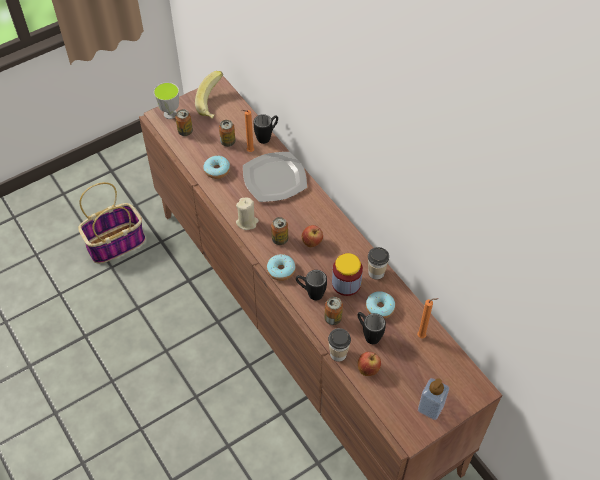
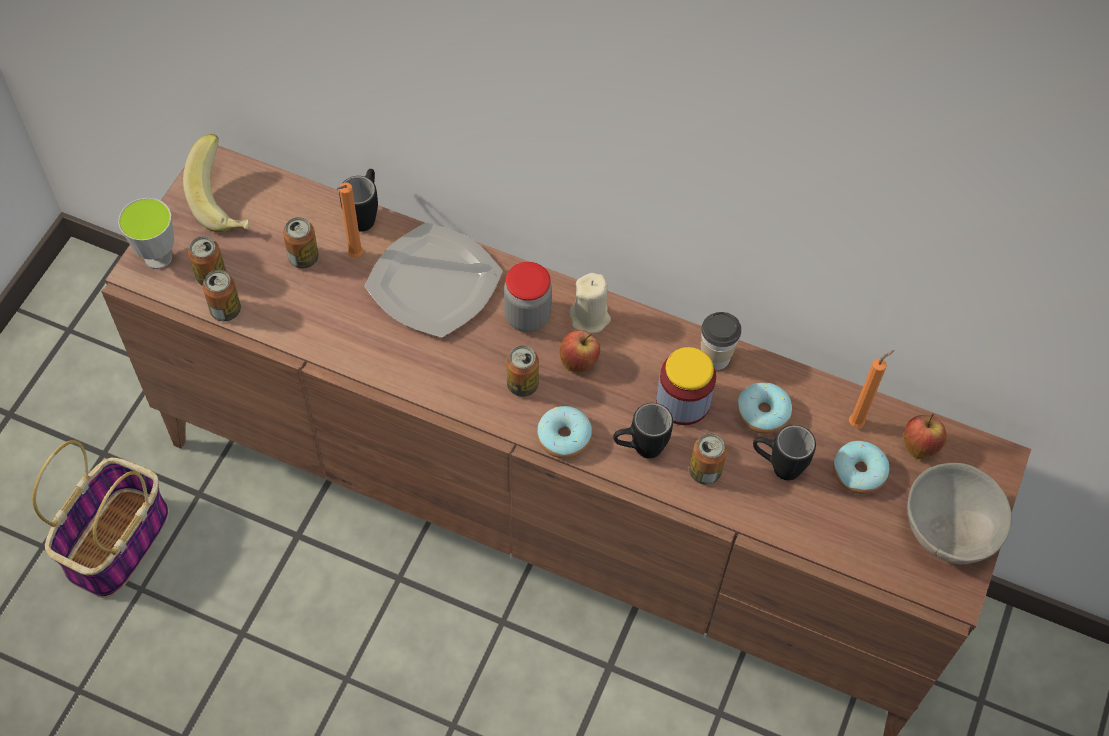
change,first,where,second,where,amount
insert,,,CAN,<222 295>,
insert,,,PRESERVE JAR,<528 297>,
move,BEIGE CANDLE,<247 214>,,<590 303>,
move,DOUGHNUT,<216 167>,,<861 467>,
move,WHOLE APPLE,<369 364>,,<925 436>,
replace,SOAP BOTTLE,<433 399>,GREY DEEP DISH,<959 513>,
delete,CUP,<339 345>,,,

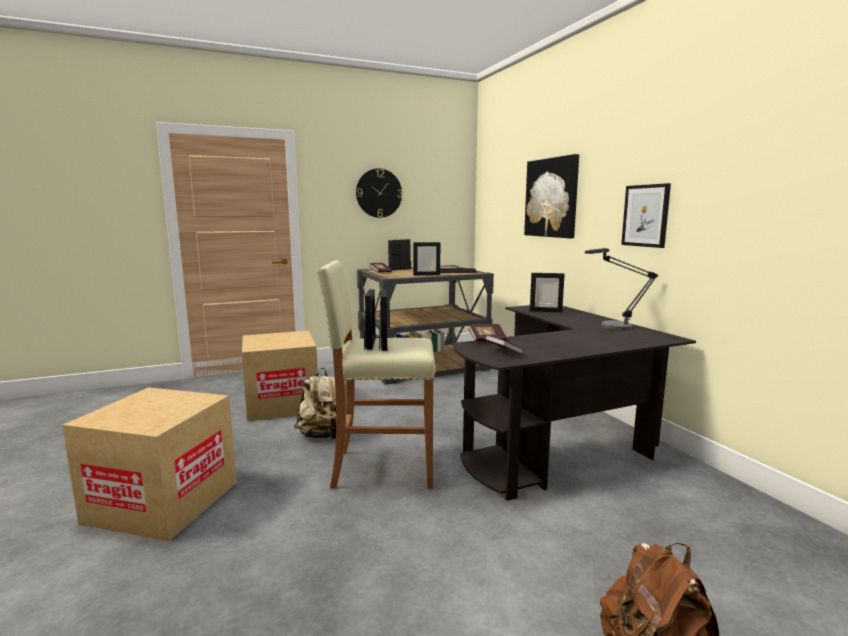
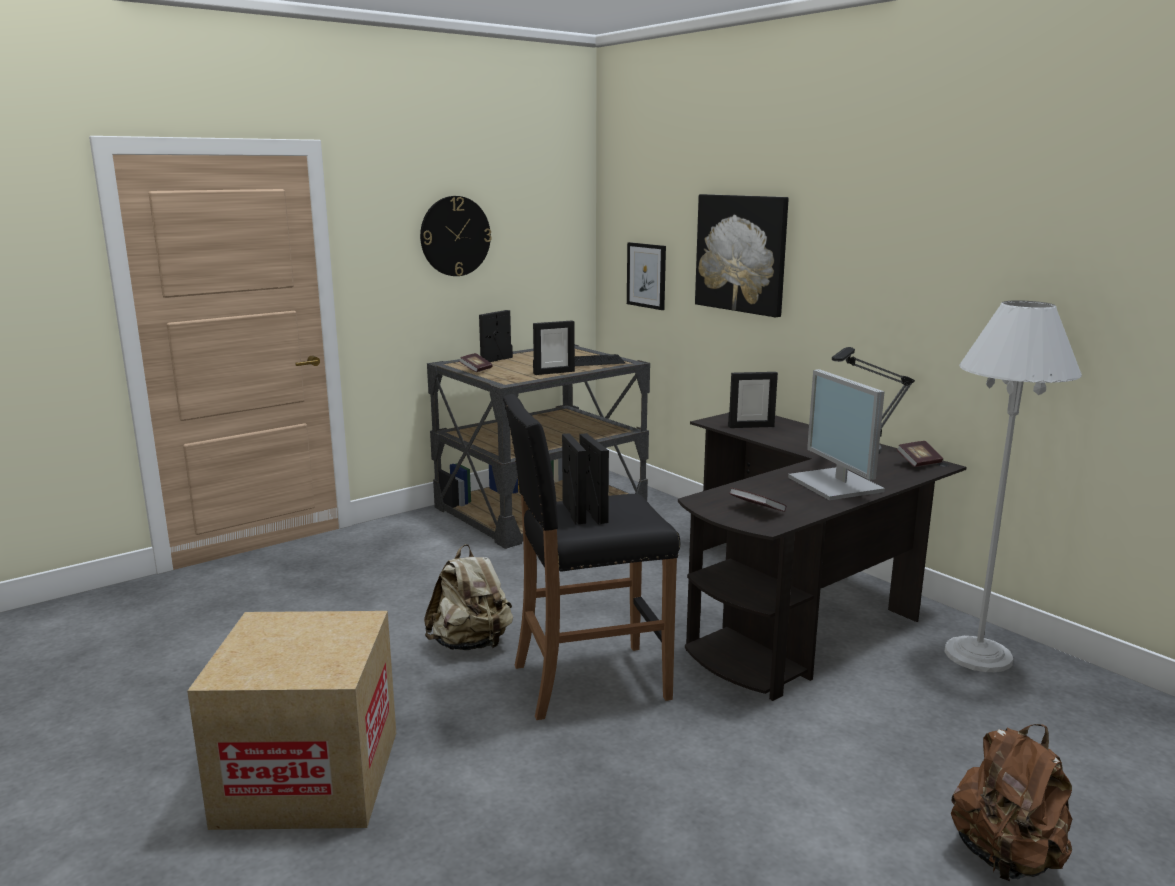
change,first,where,second,where,amount
recolor,BEIGE STOOL SEAT,<376 374>,BLACK-COLOURED STOOL SEAT,<591 557>,
move,WALL ART,<646 215>,,<646 276>,
insert,,,COMPUTER DISPLAY,<836 434>,
move,BOUND BOOK,<487 333>,,<919 454>,
insert,,,WHITISH STANDING LAMP,<1013 486>,
delete,PACKING BOX,<280 376>,,,

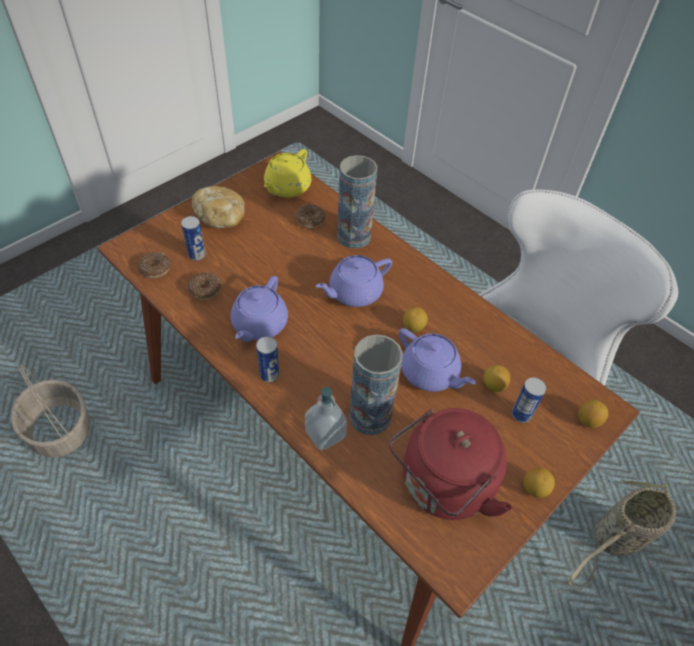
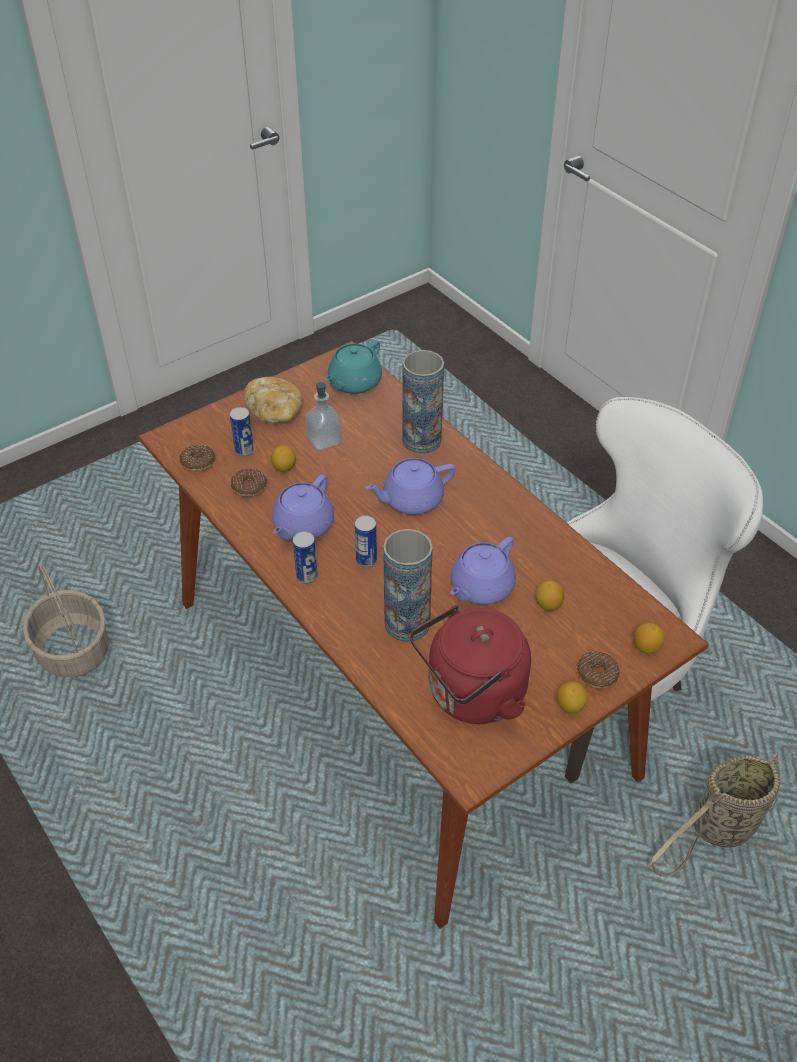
change,first,where,second,where,amount
move,WHOLE LEMON,<415 319>,,<283 458>,
move,SOAP BOTTLE,<326 418>,,<323 416>,
recolor,YELLOW POT FOR TEA,<287 173>,TURQUOISE POT FOR TEA,<353 367>,
move,CAN,<529 400>,,<366 541>,
rotate,PURPLE POT FOR TEA,<437 360>,,<483 571>,75 degrees clockwise
move,DOUGHNUT,<310 216>,,<598 670>,

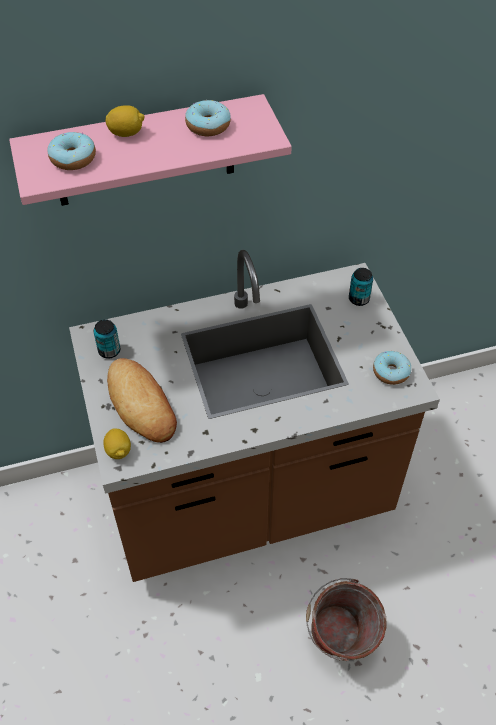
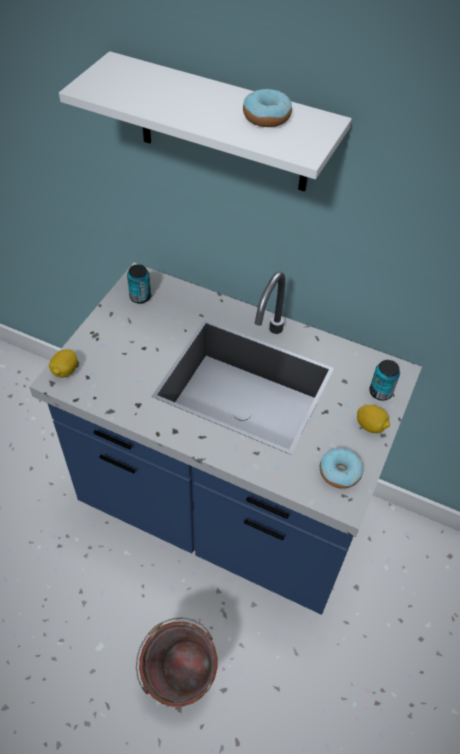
change,first,where,second,where,amount
recolor,BROWNISH KITCHEN BASE UNIT,<254 416>,BLUISH KITCHEN BASE UNIT,<225 439>,
recolor,PINKISH SHELF,<150 150>,WHITISH SHELF,<205 121>,
move,WHOLE LEMON,<125 121>,,<373 419>,
delete,DOUGHNUT,<71 151>,,,
delete,BAKERY BREAD,<142 400>,,,

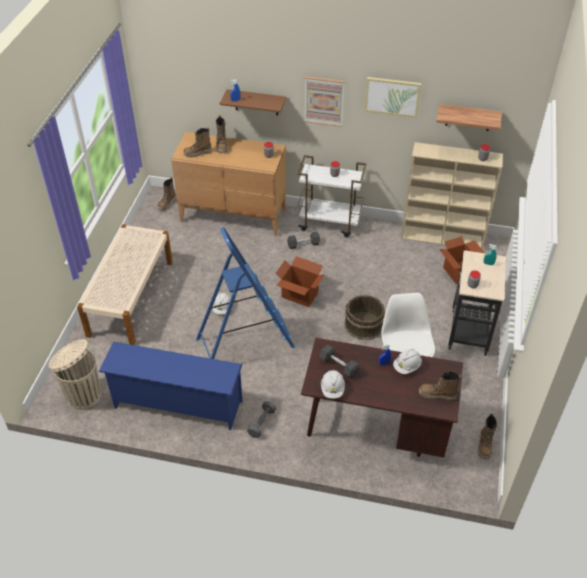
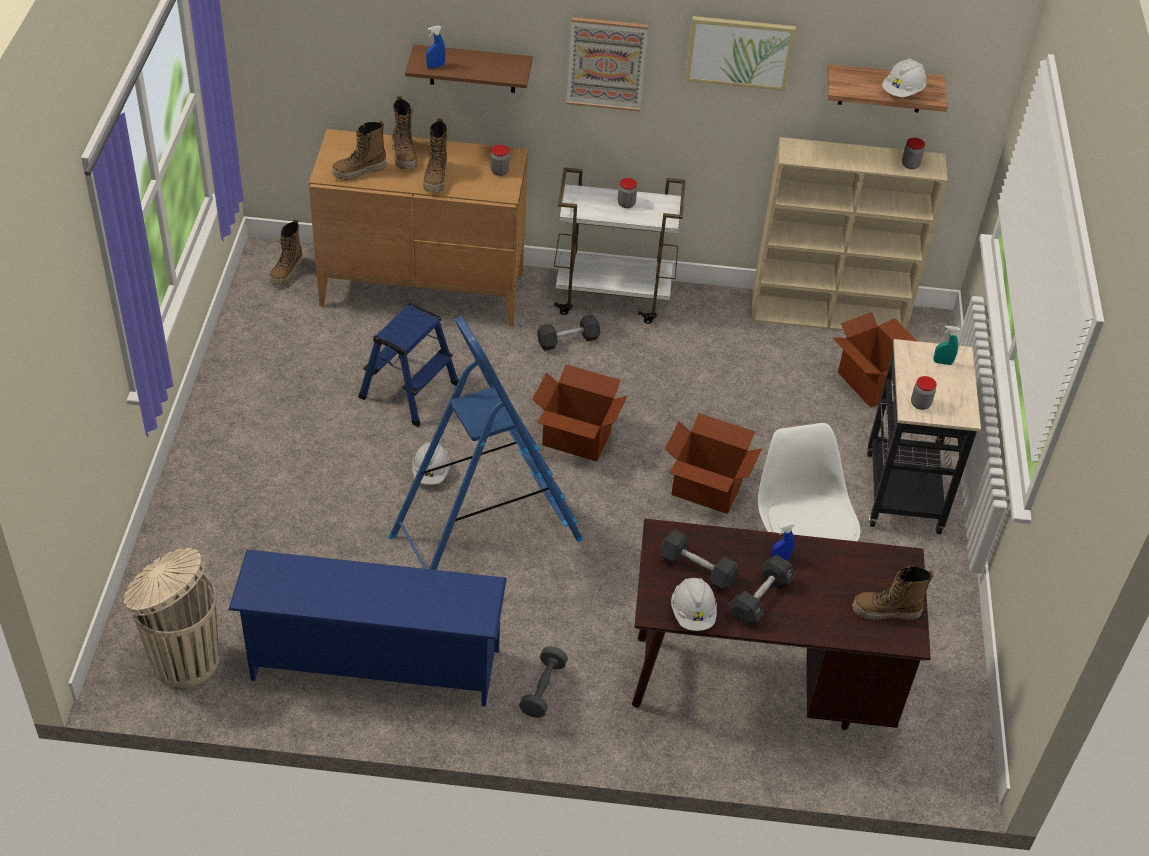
change,first,where,second,where,amount
insert,,,BLUISH STEP LADDER,<408 365>,
move,TALL BOOT,<488 436>,,<436 154>,
replace,BROWNISH BUCKET,<364 317>,PACKING BOX,<713 463>,
insert,,,BLACK-COLOURED FREE WEIGHT,<762 590>,
move,WHITISH SAFETY HELMET,<407 361>,,<904 78>,
delete,BEIGE BENCH,<125 284>,,,

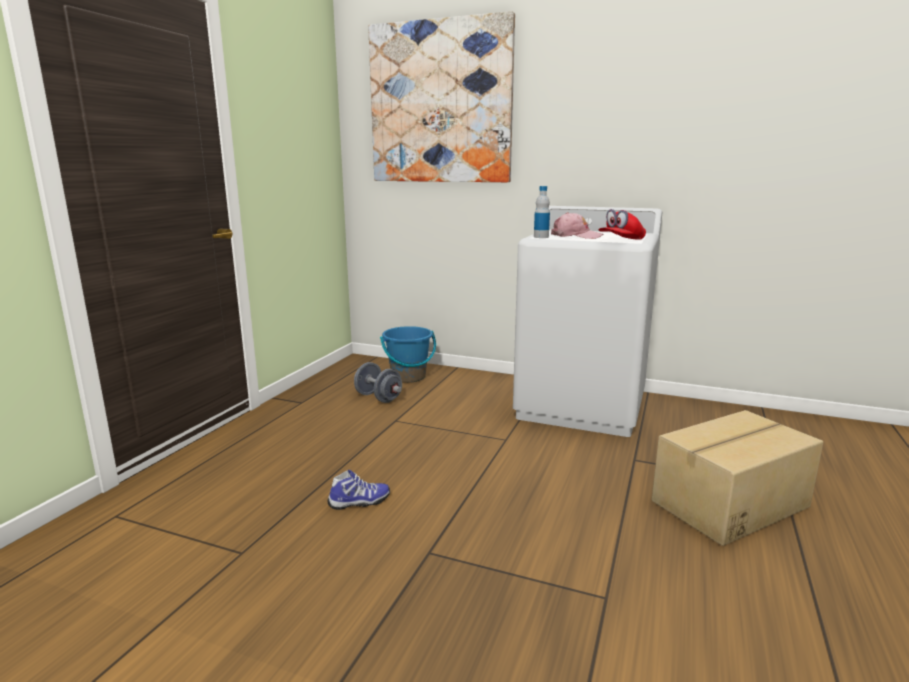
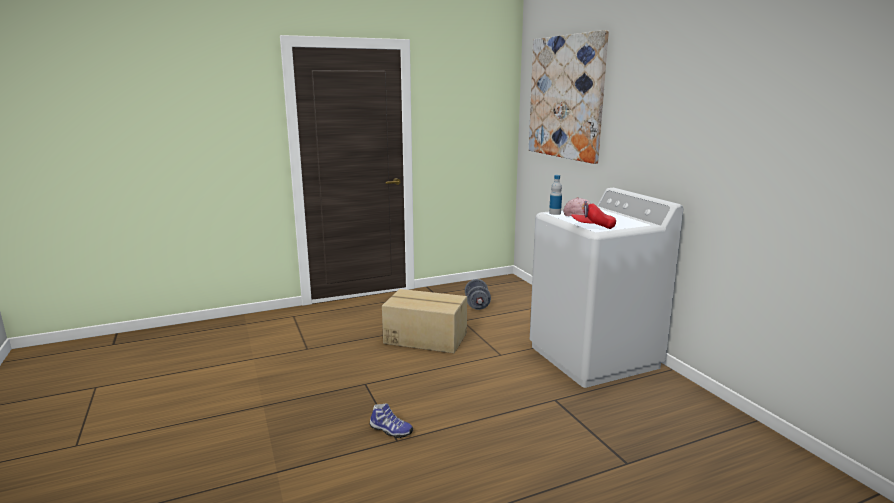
change,first,where,second,where,amount
move,SHOE,<358 490>,,<391 420>,
move,PACKING BOX,<737 478>,,<424 321>,
delete,BLUISH BUCKET,<408 354>,,,

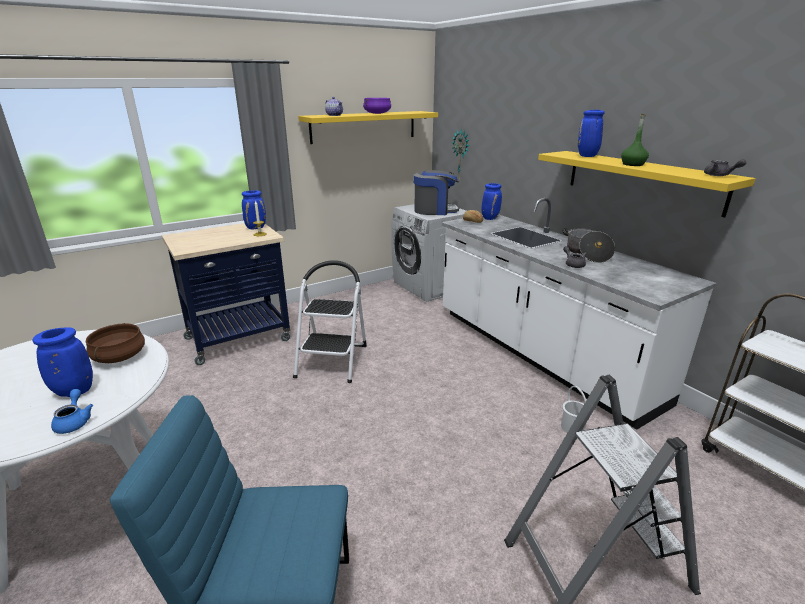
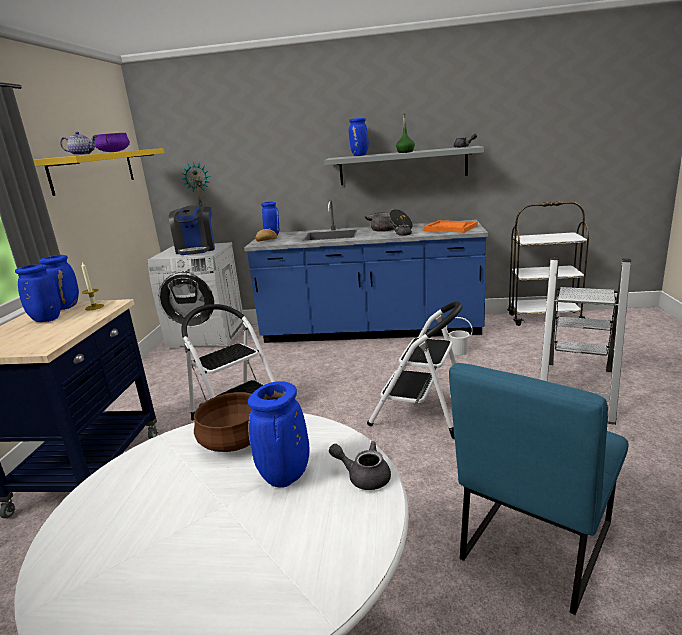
change,first,where,second,where,amount
insert,,,BLUISH FLOWER VASE,<38 293>,
rotate,COFFEE MAKER,<436 192>,,<192 230>,135 degrees clockwise
recolor,WHITISH KITCHEN BASE UNIT,<579 314>,BLUISH KITCHEN BASE UNIT,<366 271>,
recolor,YELLOW SHELF,<647 184>,GREY SHELF,<404 165>,
recolor,BLUISH POT FOR TEA,<72 411>,GREY POT FOR TEA,<360 465>,
insert,,,STEP LADDER,<415 370>,
insert,,,ORANGE-COLOURED SERVING TRAY,<451 226>,

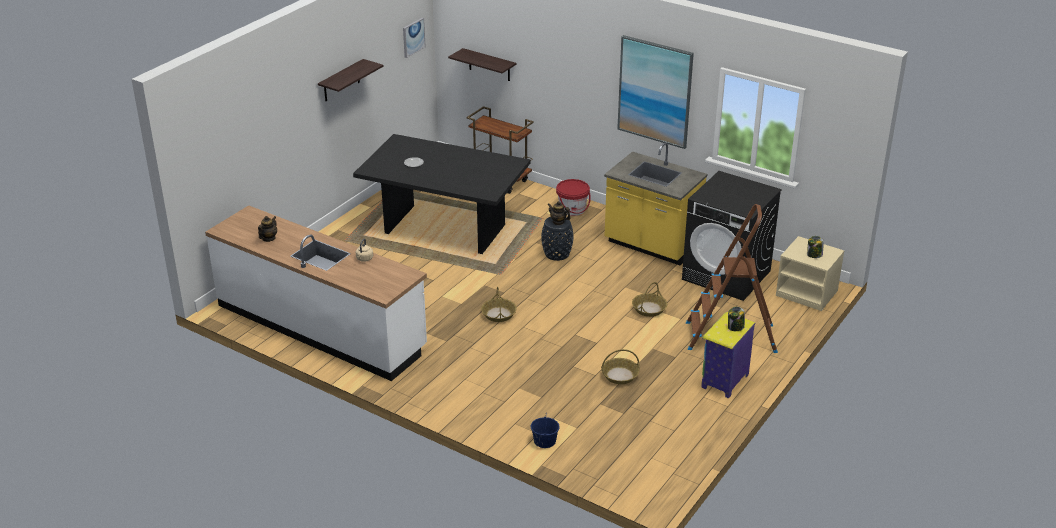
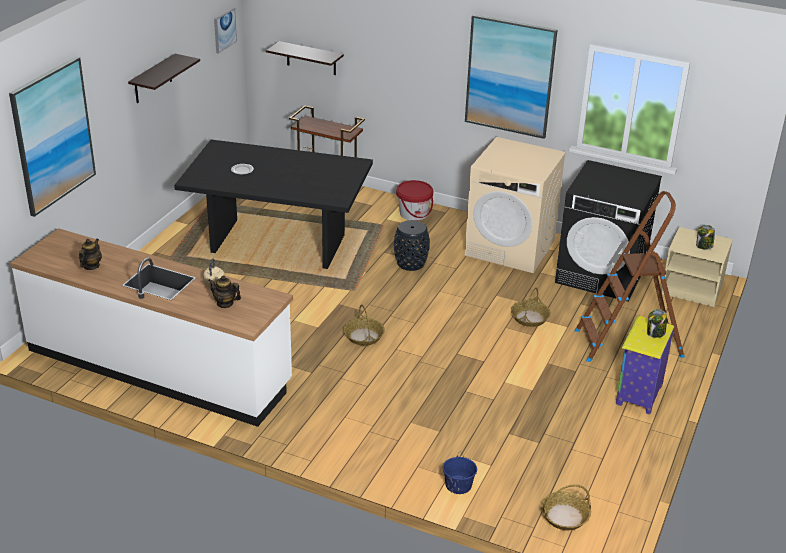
change,first,where,second,where,amount
insert,,,WALL ART,<52 137>,
move,POT FOR TEA,<559 213>,,<224 291>,
replace,YELLOW KITCHEN BASE UNIT,<655 203>,BEIGE WASHING MACHINE,<515 205>,
move,STORAGE BASKET,<620 366>,,<566 507>,

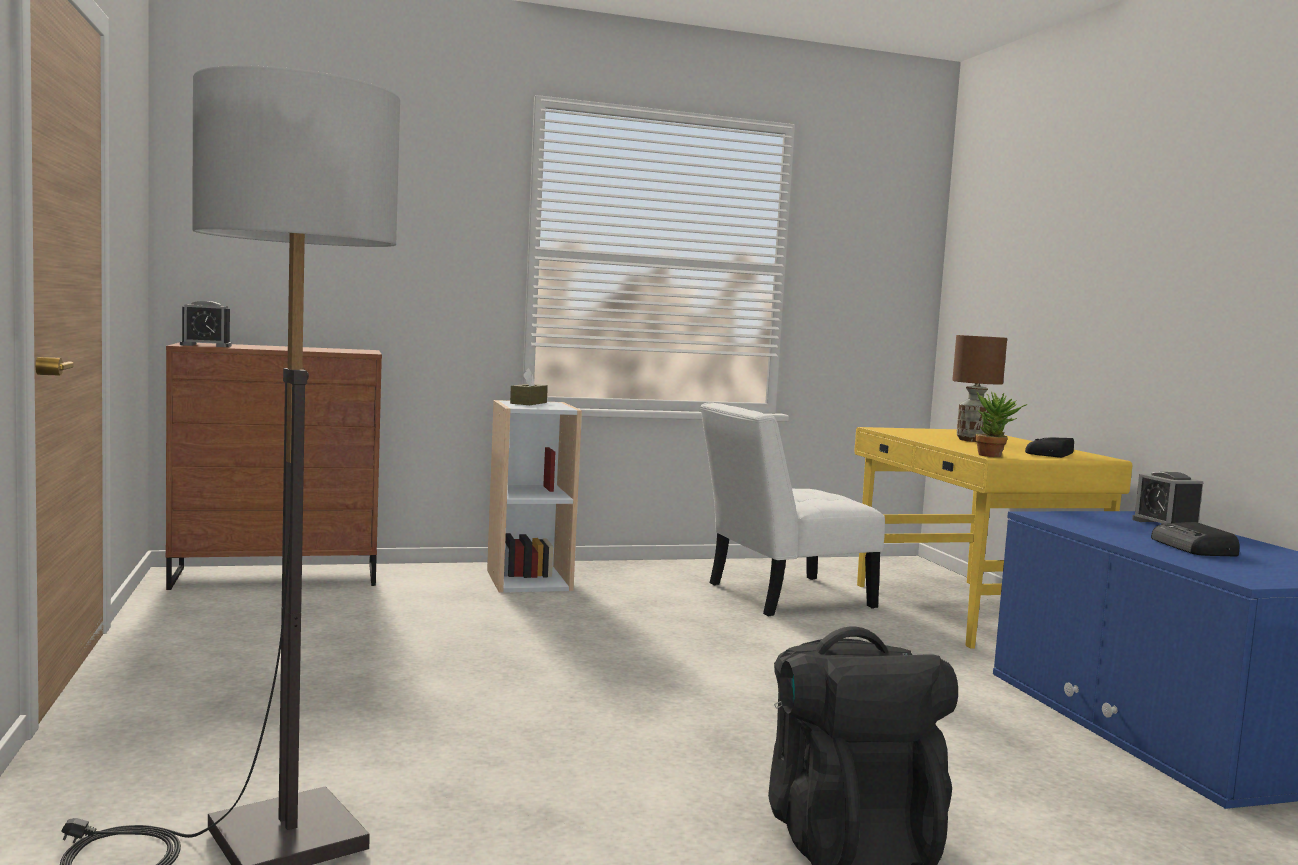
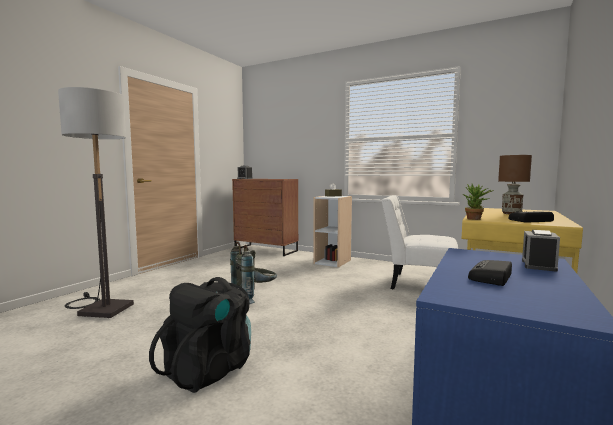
change,first,where,second,where,amount
insert,,,GREY KNAPSACK,<253 272>,

